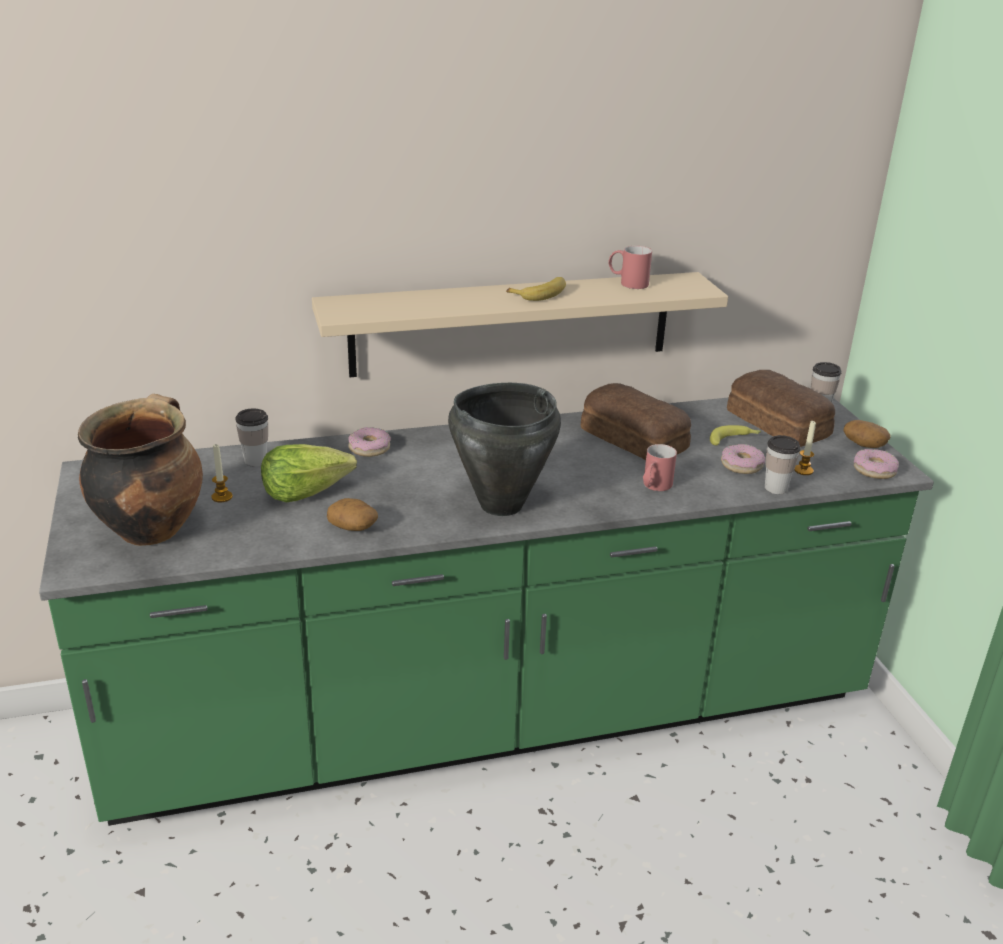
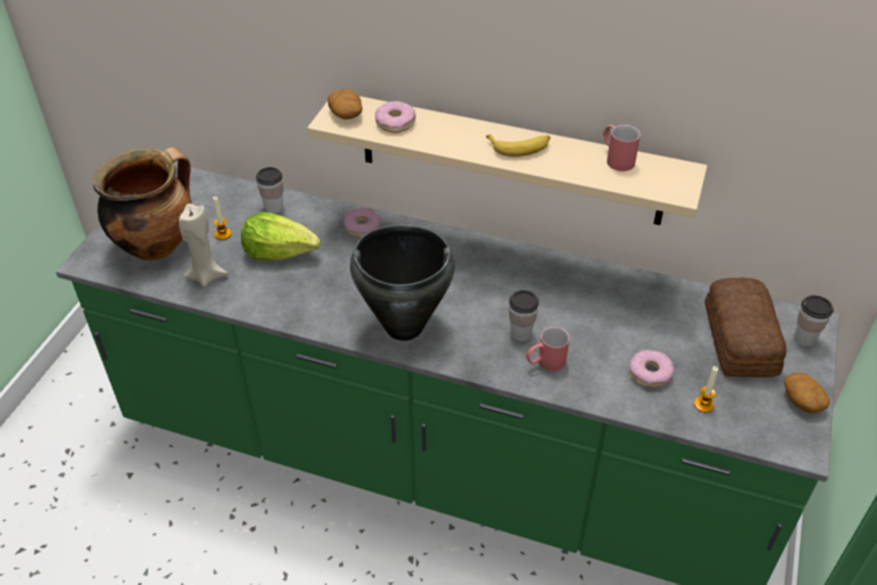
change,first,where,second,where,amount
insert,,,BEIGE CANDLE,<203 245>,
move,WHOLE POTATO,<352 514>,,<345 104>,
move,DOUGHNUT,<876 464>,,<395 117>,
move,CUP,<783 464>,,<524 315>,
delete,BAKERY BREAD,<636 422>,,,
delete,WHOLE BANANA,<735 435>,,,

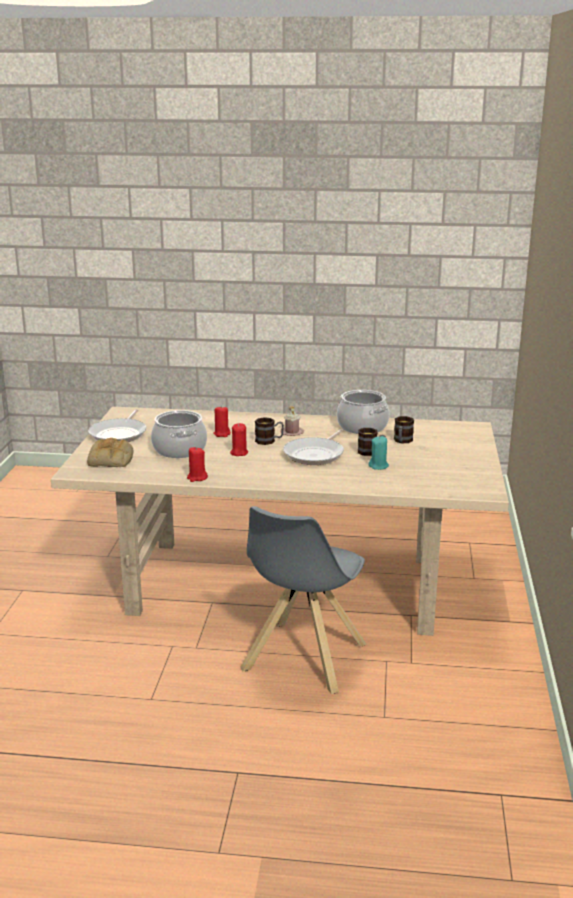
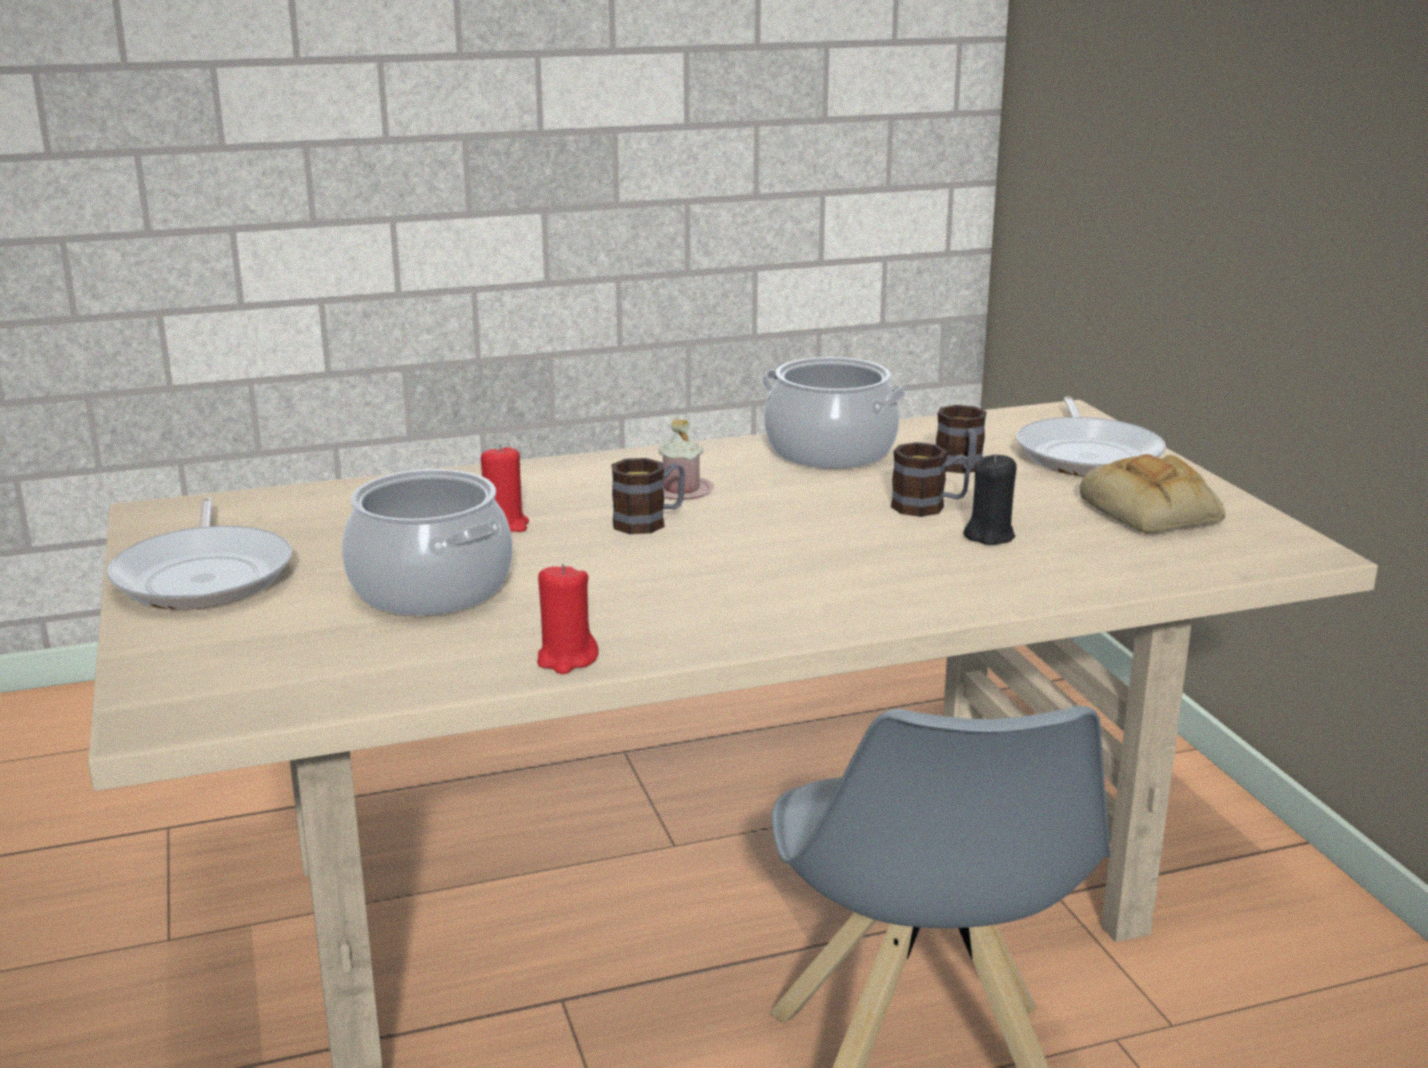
change,first,where,second,where,amount
recolor,TURQUOISE CANDLE,<379 453>,BLACK-COLOURED CANDLE,<990 499>,
move,PAN,<313 447>,,<1091 436>,
move,BAKERY BREAD,<110 452>,,<1152 493>,
delete,RED CANDLE,<239 439>,,,

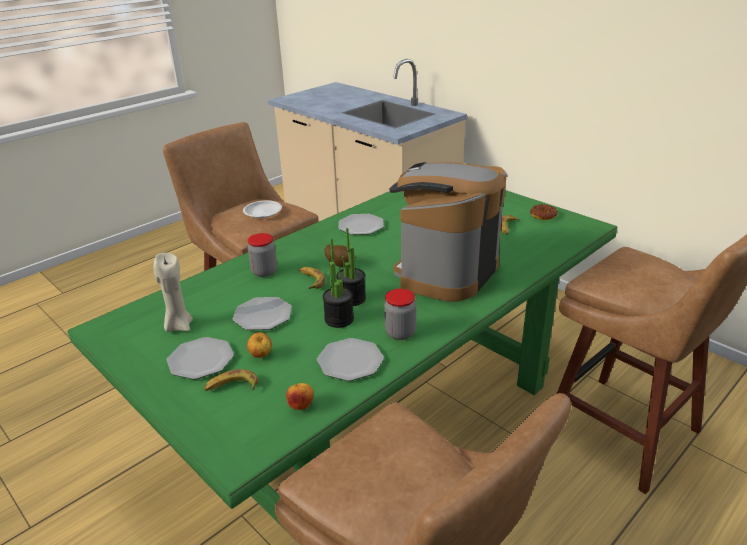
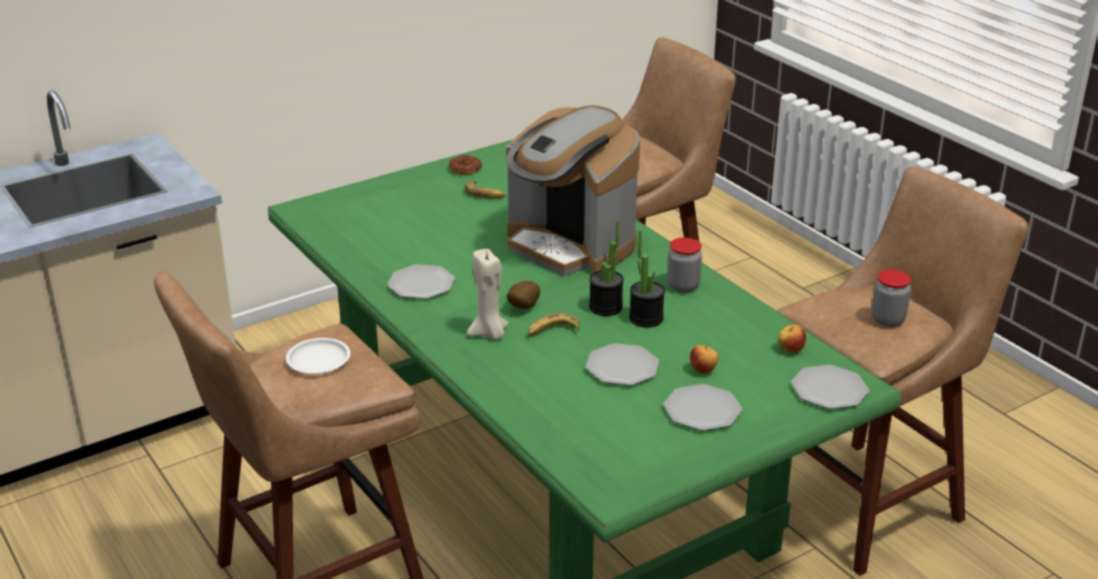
change,first,where,second,where,amount
move,BEIGE CANDLE,<173 292>,,<487 294>,
move,FLAT DISH,<350 359>,,<830 387>,
move,PRESERVE JAR,<262 255>,,<891 298>,
delete,WHOLE BANANA,<231 380>,,,

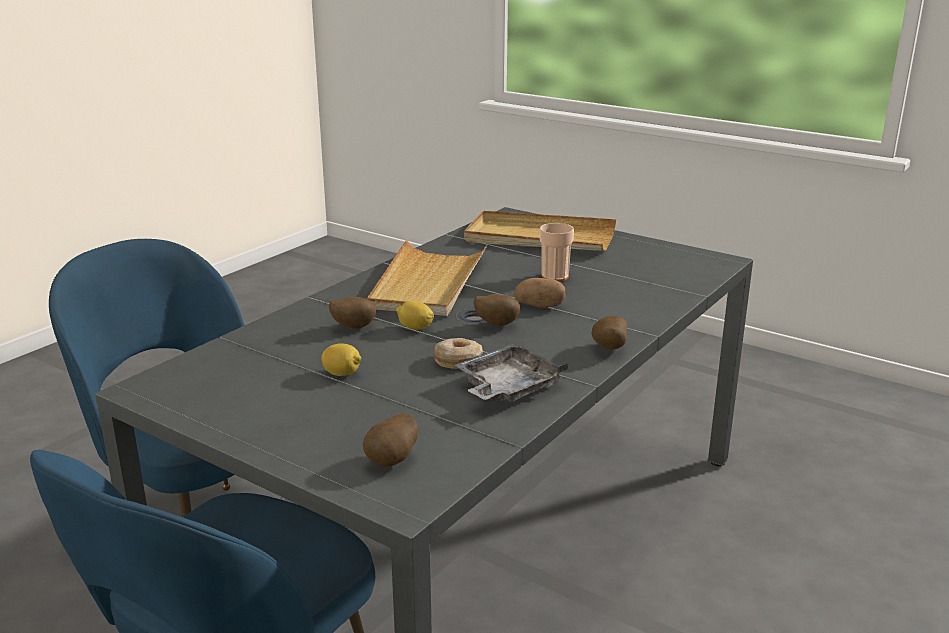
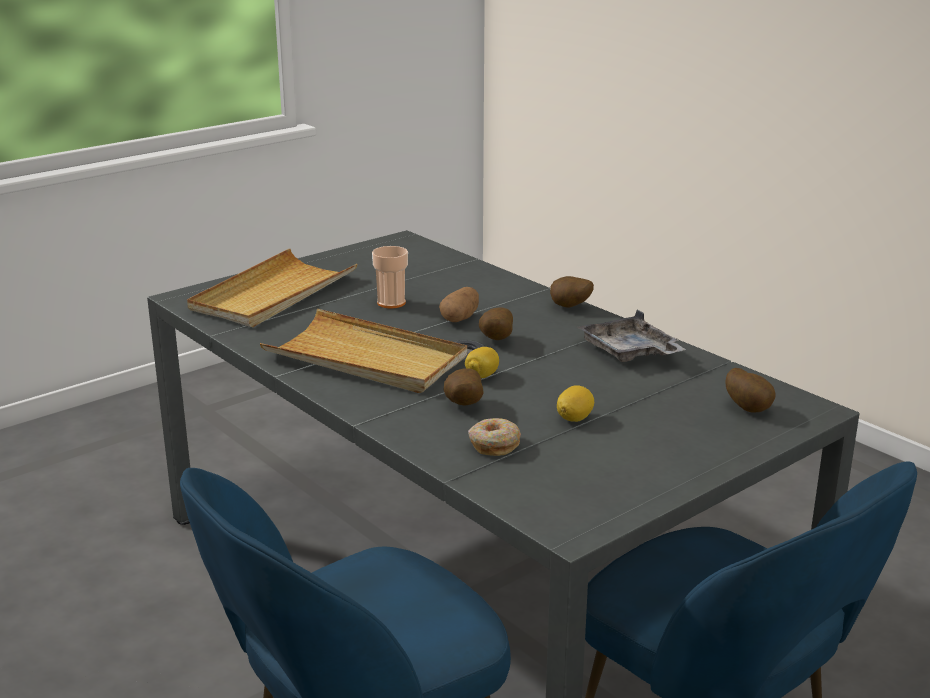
change,first,where,second,where,amount
move,DOUGHNUT,<458 353>,,<494 437>,

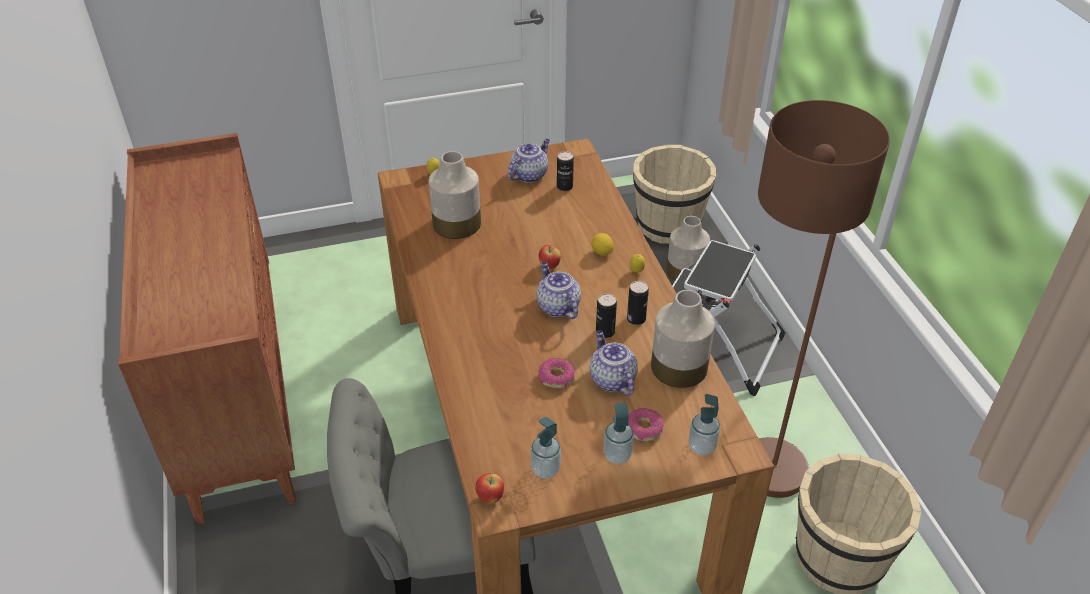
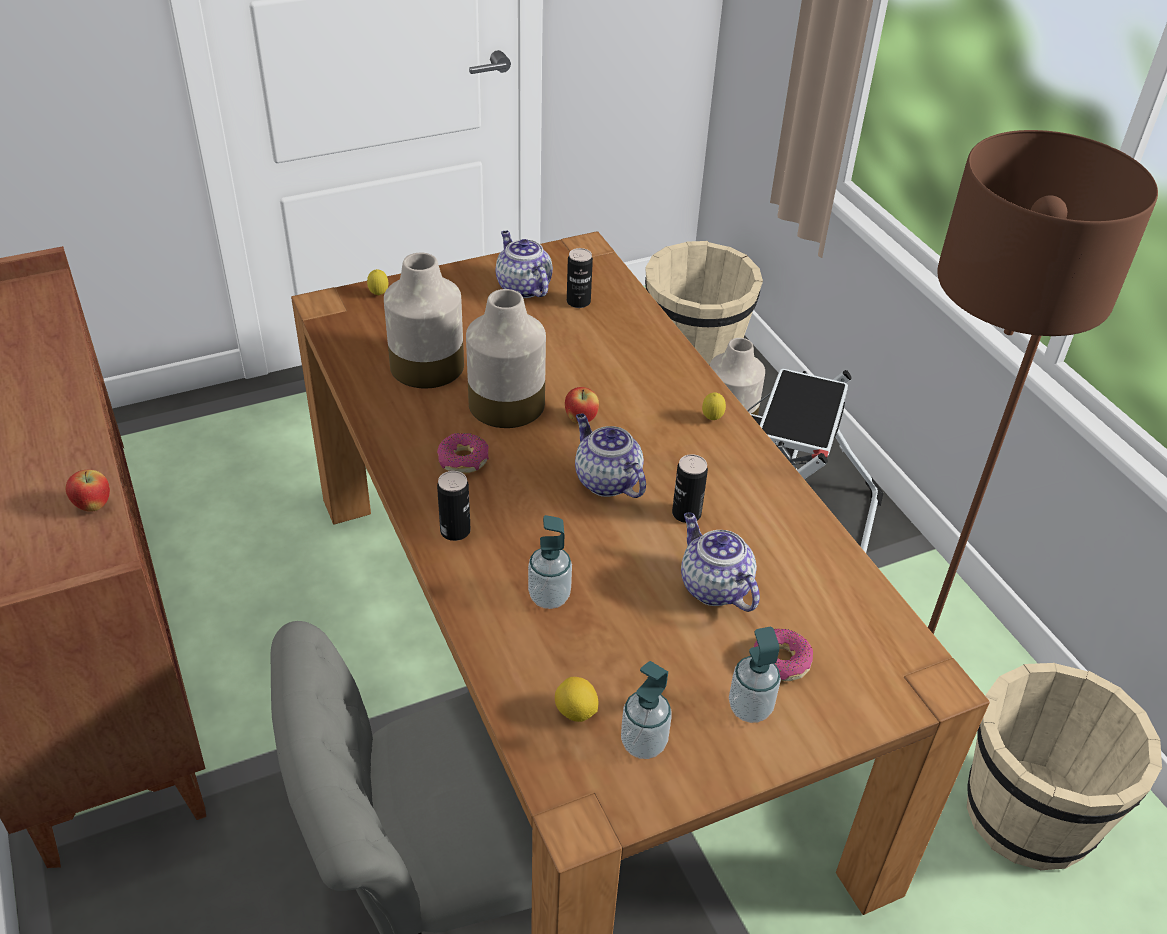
change,first,where,second,where,amount
move,WHOLE APPLE,<489 488>,,<88 491>,
move,DOUGHNUT,<556 373>,,<463 453>,
move,CAN,<638 303>,,<454 506>,
move,BEIGE FLOWER VASE,<683 339>,,<506 358>,
rotate,POT FOR TEA,<529 161>,,<524 264>,60 degrees counterclockwise
move,SOAP BOTTLE,<704 424>,,<550 562>,
move,WHOLE LEMON,<603 244>,,<576 699>,

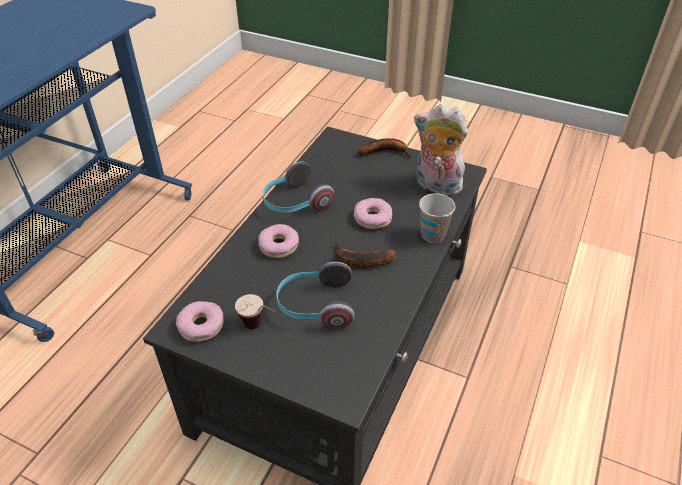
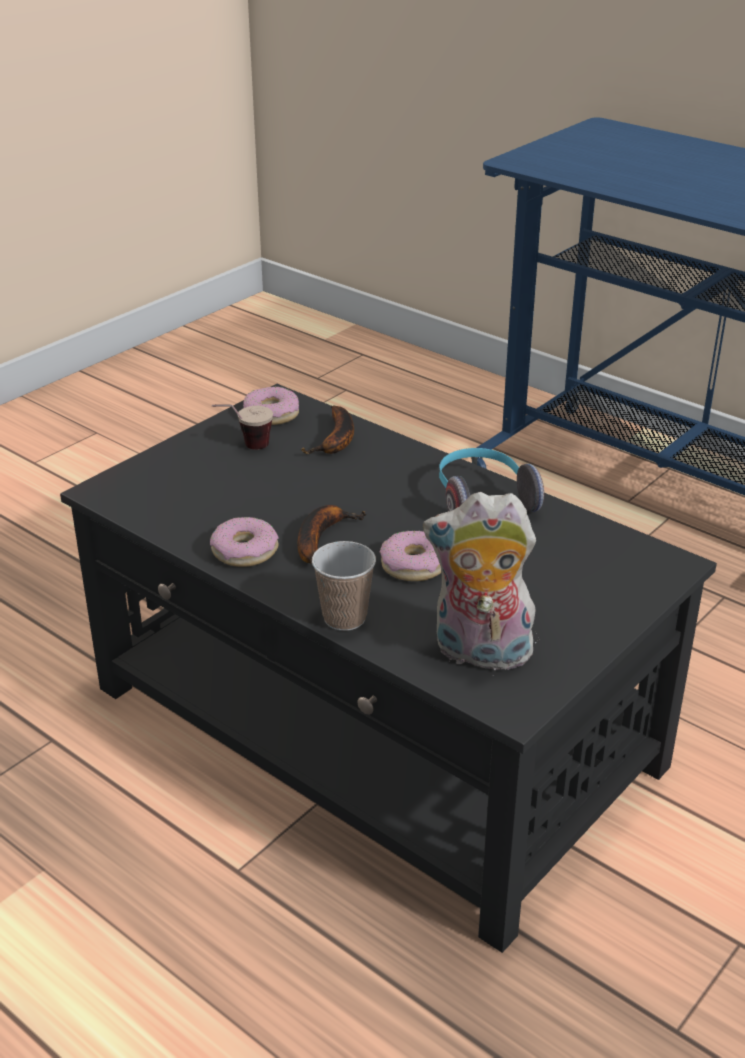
change,first,where,second,where,amount
move,DOUGHNUT,<278 241>,,<244 542>,
move,WHOLE BANANA,<384 148>,,<327 430>,
rotate,SOFT TOY,<441 150>,,<481 584>,120 degrees counterclockwise
delete,PAIR OF HEADPHONES,<315 295>,,,

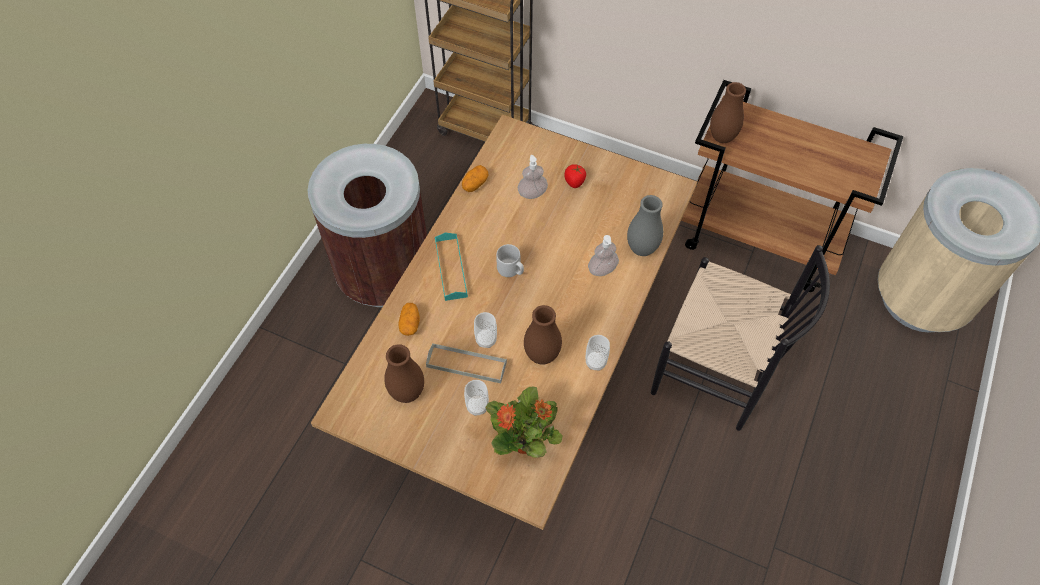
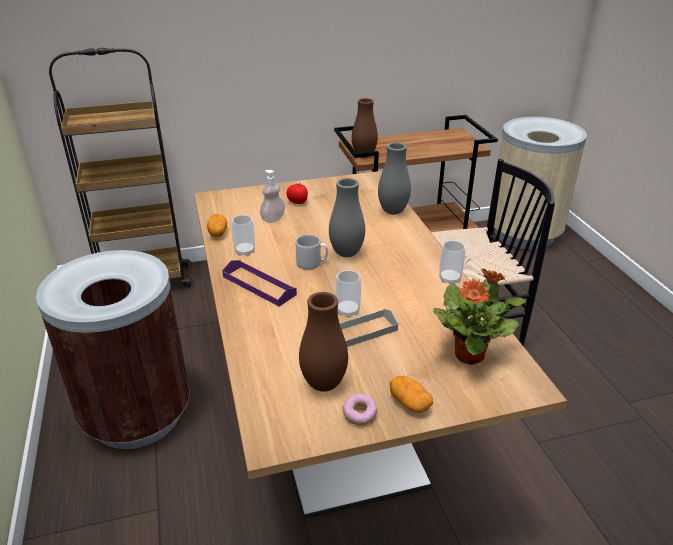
change,first,where,second,where,amount
recolor,TURQUOISE SERVING TRAY,<451 267>,PURPLE SERVING TRAY,<259 283>,
move,CUP,<476 398>,,<243 235>,
insert,,,GREY FLOWER VASE,<347 217>,
insert,,,DOUGHNUT,<360 409>,
move,WHOLE POTATO,<409 319>,,<411 394>,
delete,BROWNISH FLOWER VASE,<543 335>,,,
delete,SOAP BOTTLE,<603 255>,,,

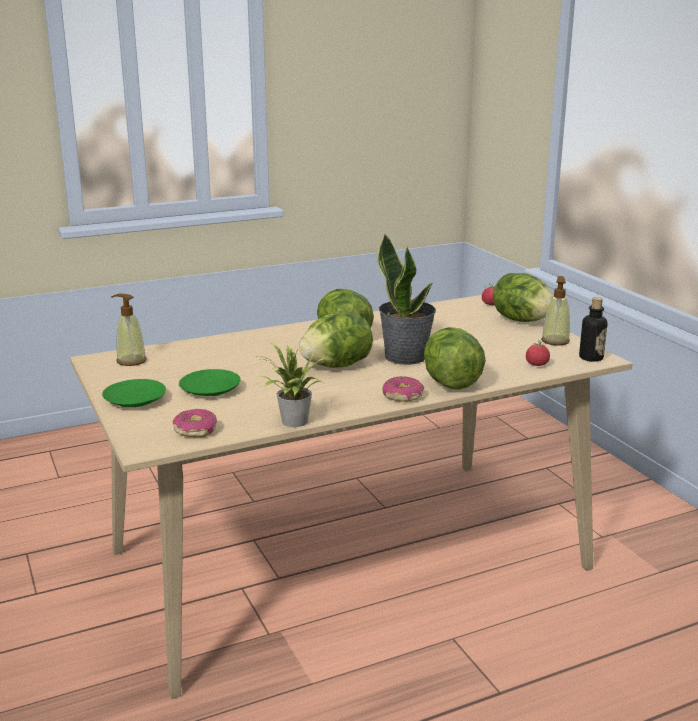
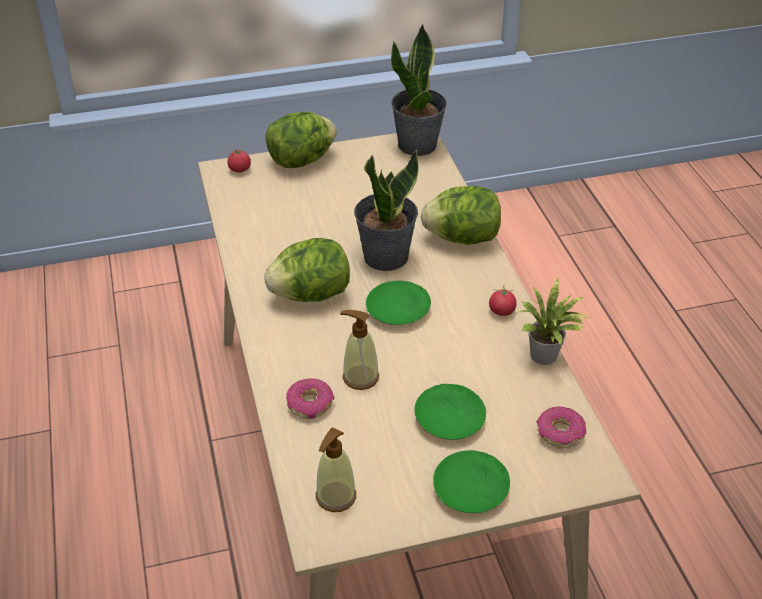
change,first,where,second,where,amount
move,DOUGHNUT,<403 389>,,<310 398>,
move,SOAP BOTTLE,<555 311>,,<359 350>,
replace,LETTUCE,<336 339>,GREEN-COLOURED FLAT DISH,<398 303>,
replace,BEVERAGE BOTTLE,<593 329>,HOUSEPLANT,<419 90>,
move,WHOLE TOMATO,<538 353>,,<503 300>,

